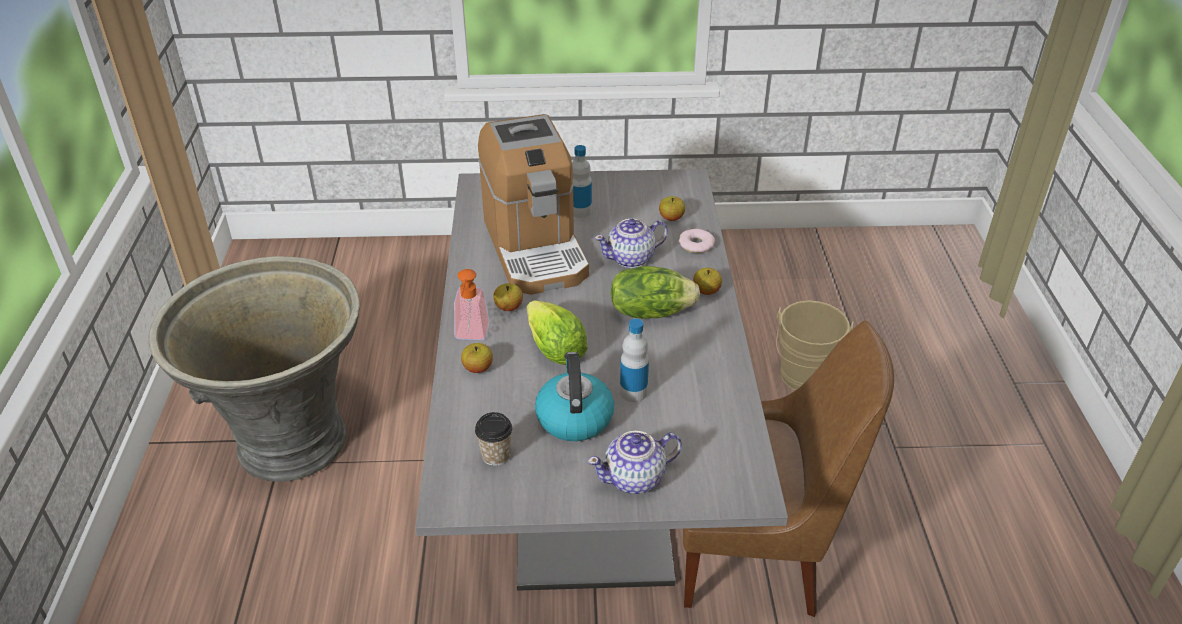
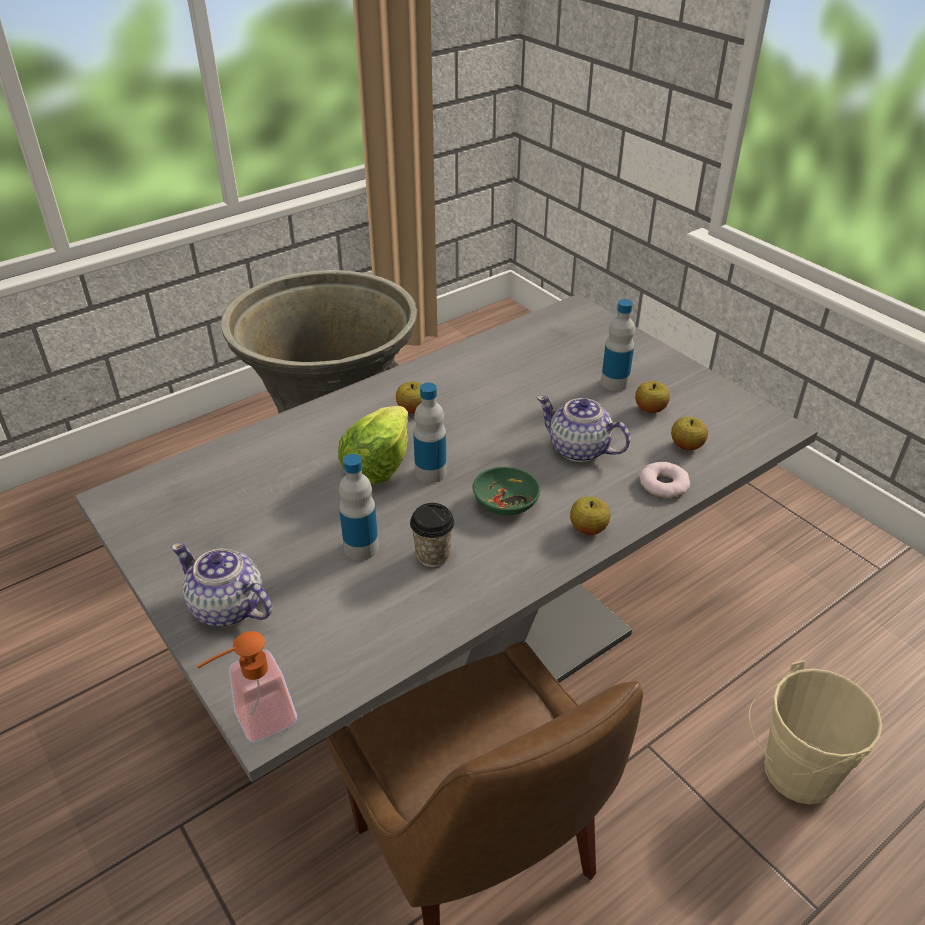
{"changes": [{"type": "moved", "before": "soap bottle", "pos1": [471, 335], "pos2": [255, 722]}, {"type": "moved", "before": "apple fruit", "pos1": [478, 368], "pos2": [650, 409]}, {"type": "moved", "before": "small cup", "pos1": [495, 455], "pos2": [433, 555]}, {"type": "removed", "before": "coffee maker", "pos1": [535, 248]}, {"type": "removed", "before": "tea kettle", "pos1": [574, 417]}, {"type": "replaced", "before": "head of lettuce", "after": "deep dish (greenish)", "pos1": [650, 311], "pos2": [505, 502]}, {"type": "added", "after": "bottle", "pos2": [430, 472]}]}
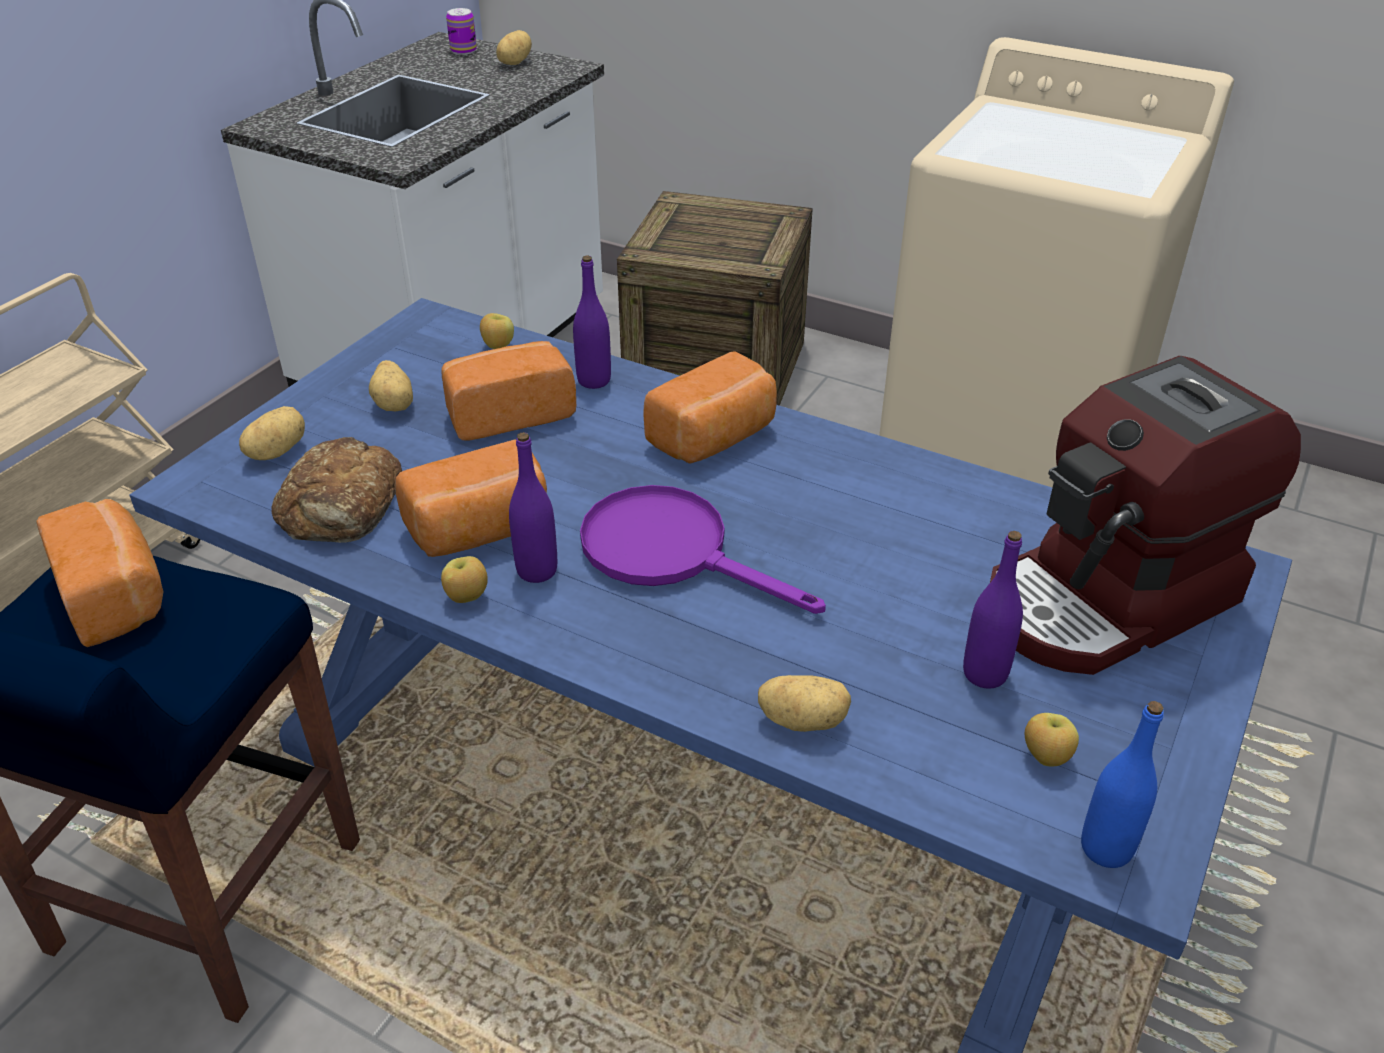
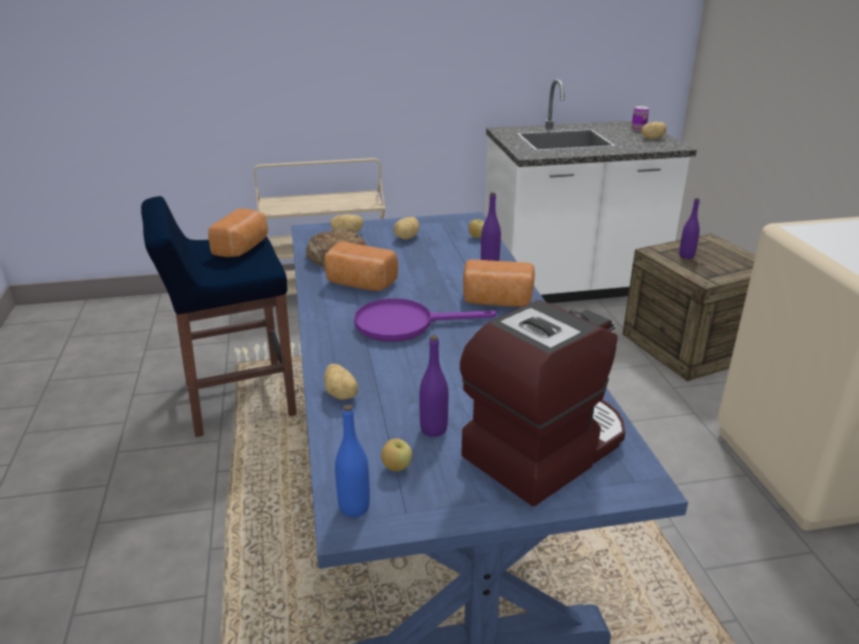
{"changes": [{"type": "removed", "before": "bakery bread", "pos1": [508, 413]}, {"type": "removed", "before": "apple fruit", "pos1": [466, 597]}, {"type": "moved", "before": "bottle (purple-coloured)", "pos1": [537, 570], "pos2": [686, 256]}, {"type": "turned", "before": "pan (purple-coloured)", "pos1": [672, 552], "pos2": [405, 324], "turn": -90}, {"type": "turned", "before": "coffee maker", "pos1": [1110, 601], "pos2": [544, 448], "turn": 120}]}
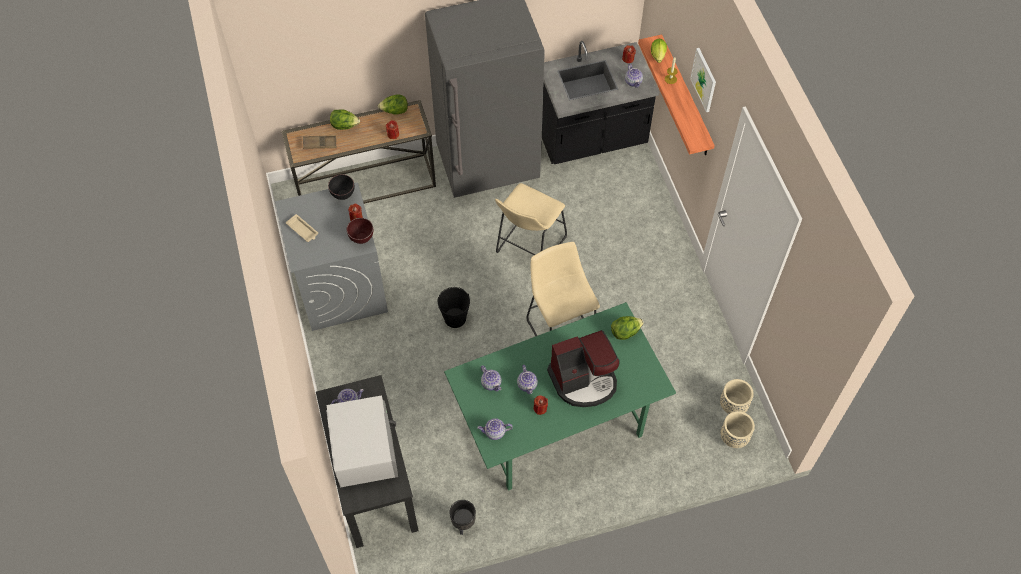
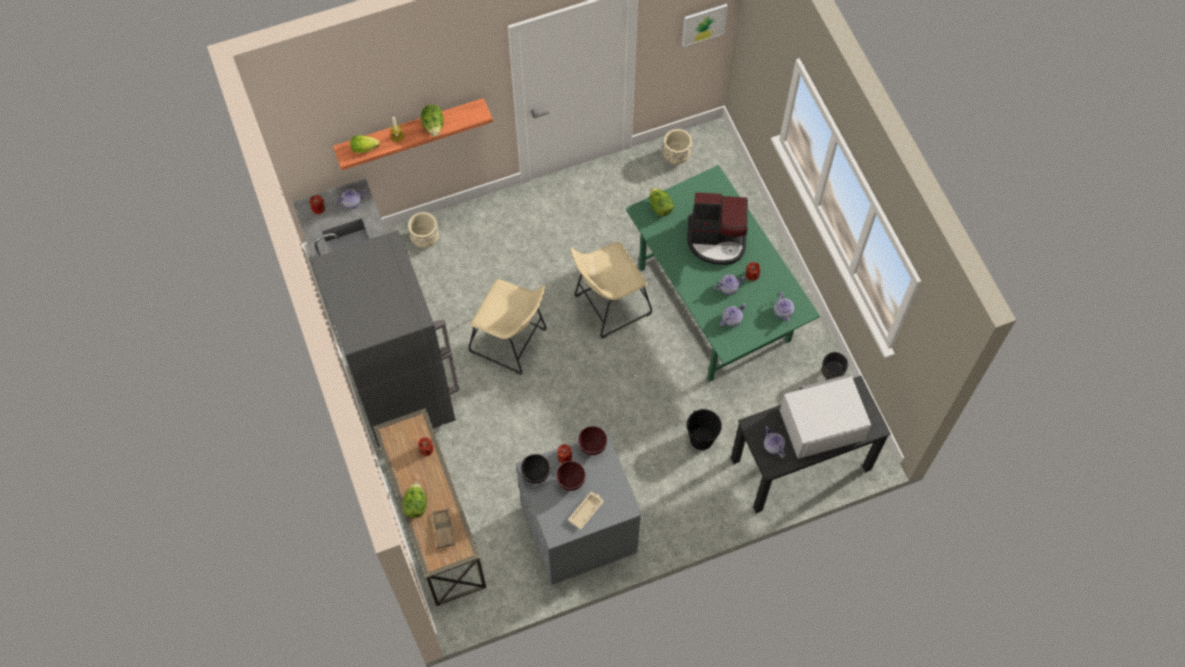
{"changes": [{"type": "moved", "before": "head of lettuce", "pos1": [394, 111], "pos2": [433, 126]}, {"type": "moved", "before": "bucket (black)", "pos1": [455, 318], "pos2": [701, 439]}, {"type": "turned", "before": "coffee maker", "pos1": [584, 380], "pos2": [717, 240], "turn": 120}, {"type": "moved", "before": "wall picture", "pos1": [704, 80], "pos2": [704, 24]}, {"type": "moved", "before": "planter (beige-coloured)", "pos1": [734, 437], "pos2": [425, 239]}, {"type": "added", "after": "deep dish (brown-coloured)", "pos2": [571, 482]}]}
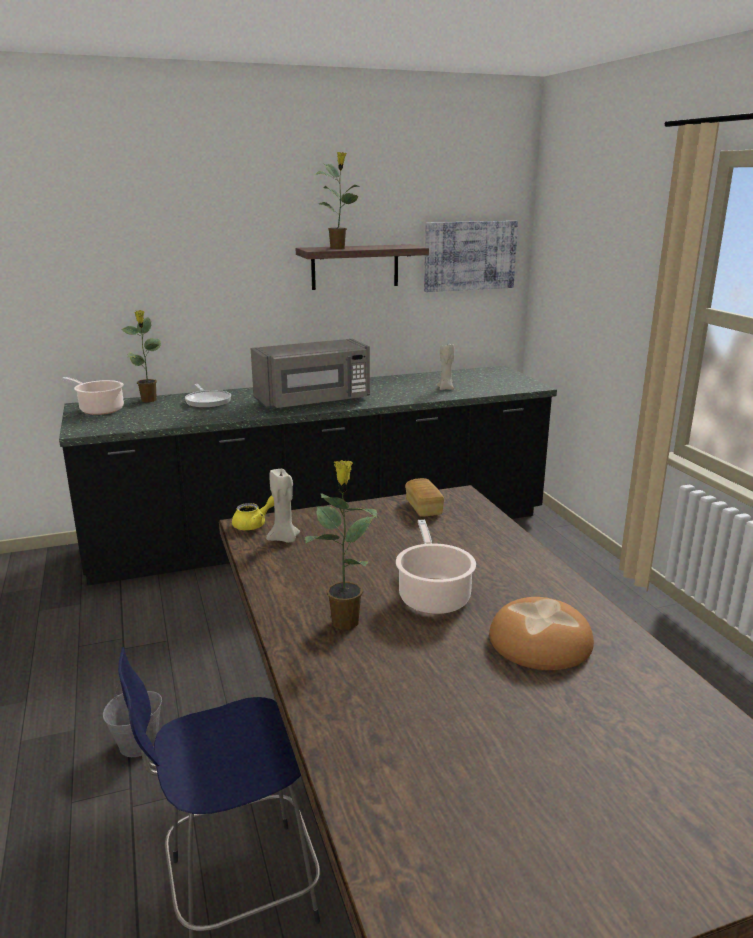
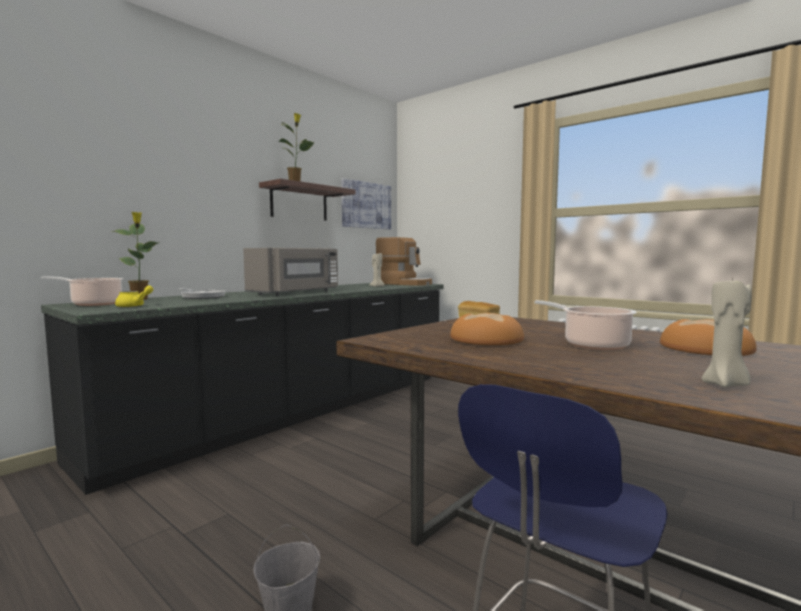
{"changes": [{"type": "moved", "before": "teapot (yellow-coloured)", "pos1": [254, 524], "pos2": [134, 306]}, {"type": "moved", "before": "wax light (beige-coloured)", "pos1": [284, 539], "pos2": [725, 385]}, {"type": "removed", "before": "potted plant", "pos1": [345, 620]}, {"type": "added", "after": "coffee maker", "pos2": [404, 284]}, {"type": "added", "after": "bakery bread", "pos2": [486, 339]}]}
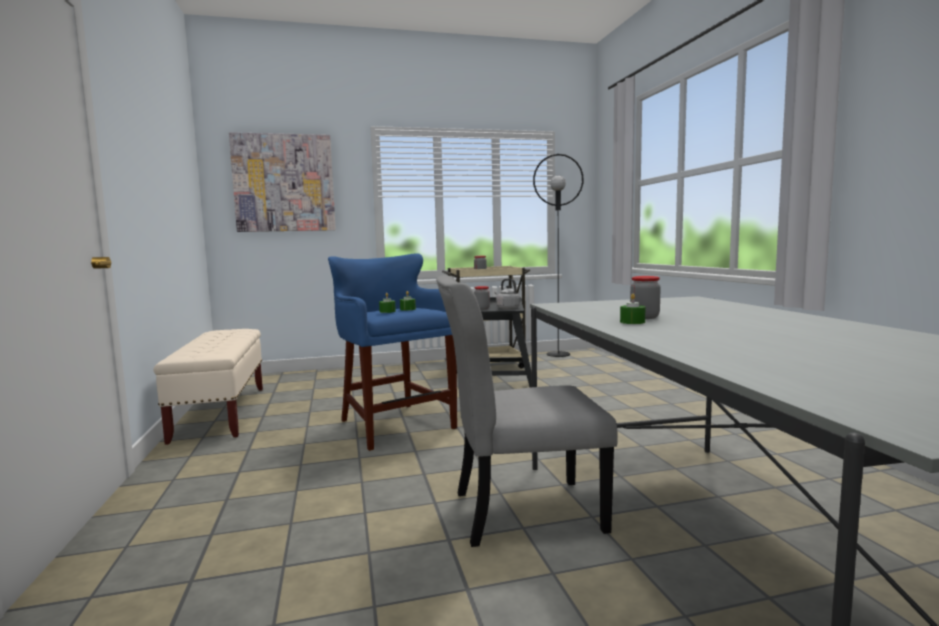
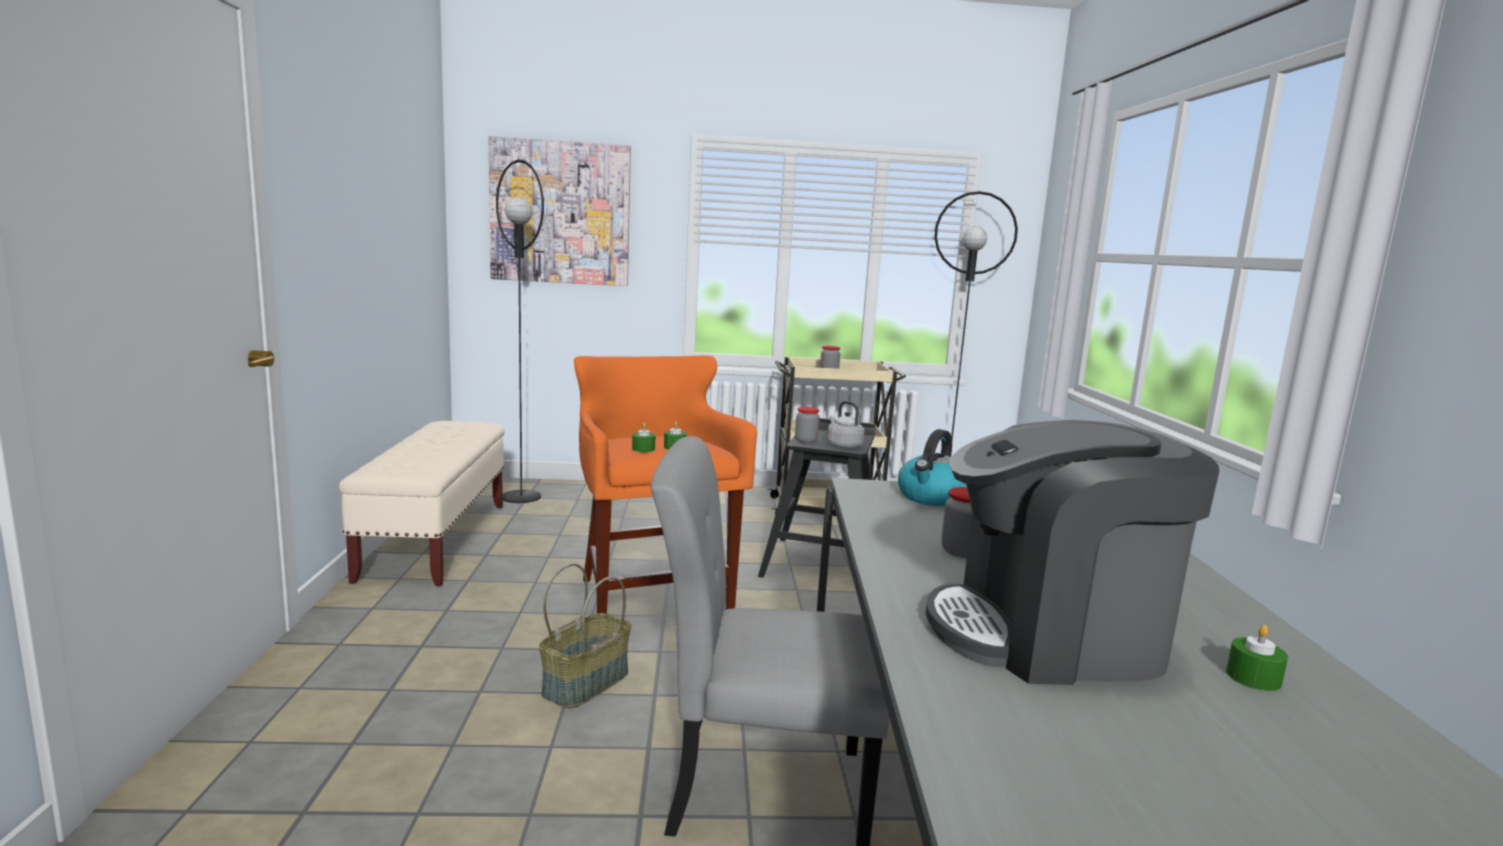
{"changes": [{"type": "recoloured", "before": "sitting stool (blue)", "after": "sitting stool (orangey)", "pos1": [395, 425], "pos2": [651, 601]}, {"type": "moved", "before": "wax light (greenish)", "pos1": [632, 322], "pos2": [1253, 678]}, {"type": "added", "after": "floor lamp (black)", "pos2": [521, 497]}, {"type": "added", "after": "basket", "pos2": [585, 682]}, {"type": "added", "after": "tea kettle", "pos2": [932, 498]}, {"type": "added", "after": "coffee maker", "pos2": [1050, 635]}]}
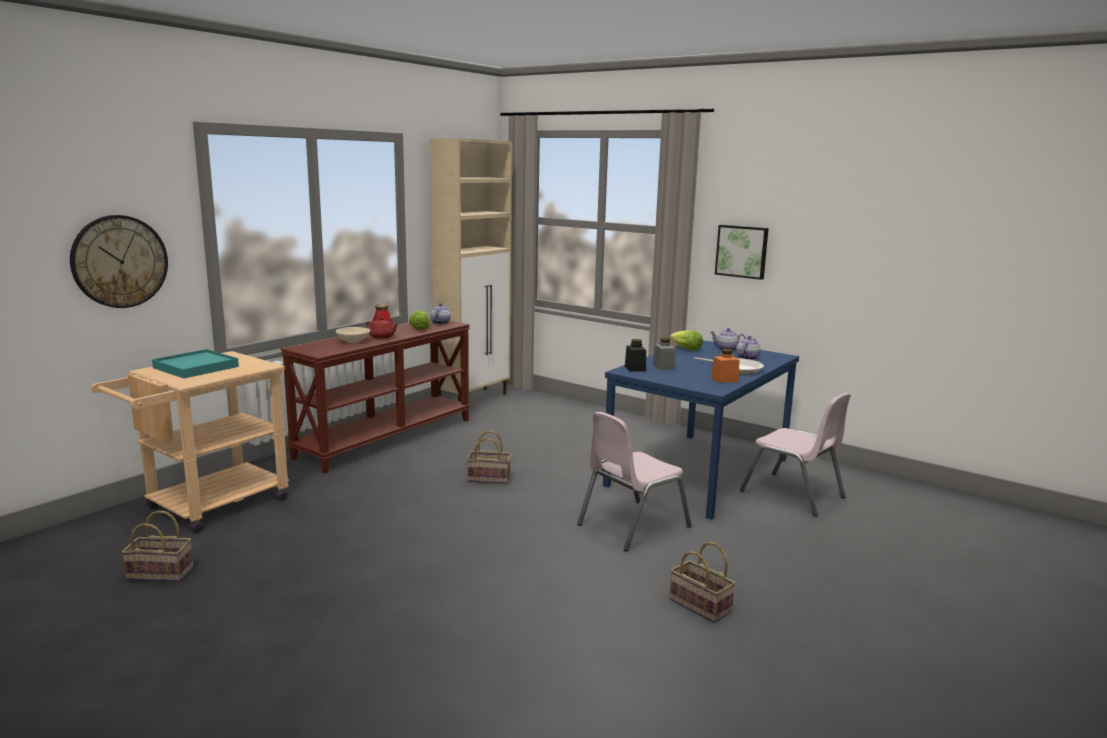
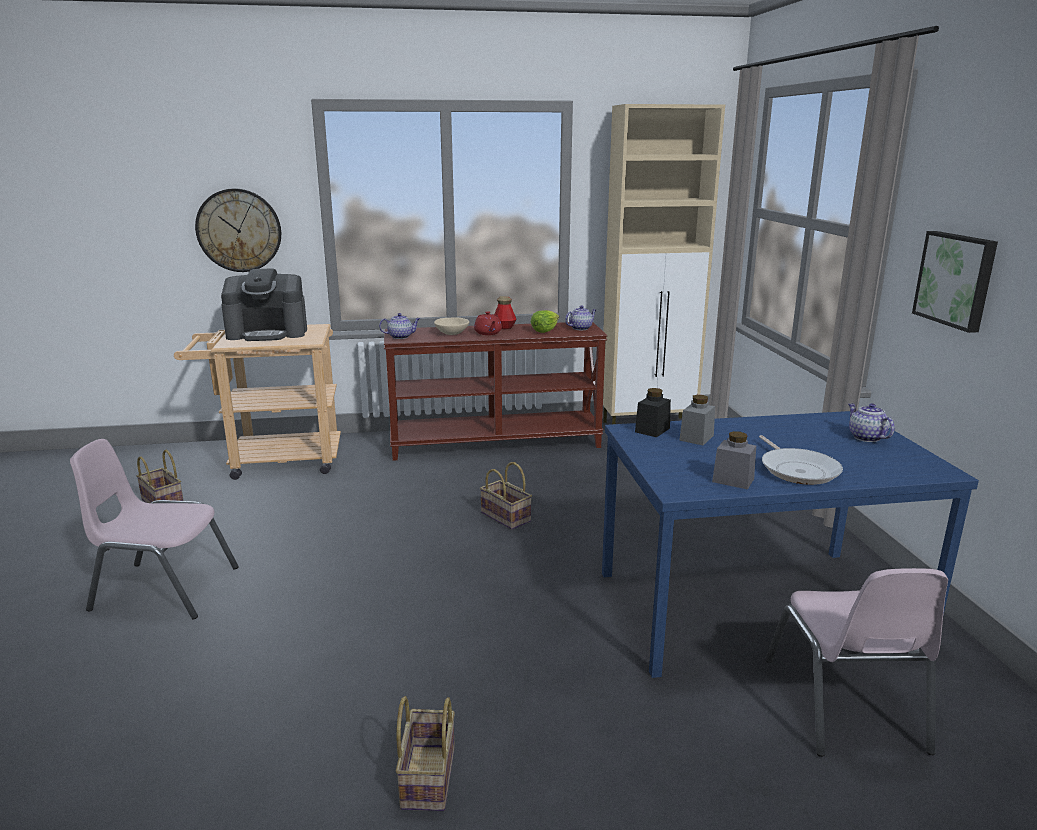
{"changes": [{"type": "replaced", "before": "carrying tray (turquoise)", "after": "coffee maker", "pos1": [196, 367], "pos2": [268, 333]}, {"type": "moved", "before": "upright chair (pink-coloured)", "pos1": [632, 525], "pos2": [164, 589]}, {"type": "removed", "before": "head of lettuce", "pos1": [685, 349]}, {"type": "recoloured", "before": "jar (orangey)", "after": "jar (gray)", "pos1": [724, 380], "pos2": [733, 480]}, {"type": "moved", "before": "teapot", "pos1": [747, 358], "pos2": [401, 337]}]}
